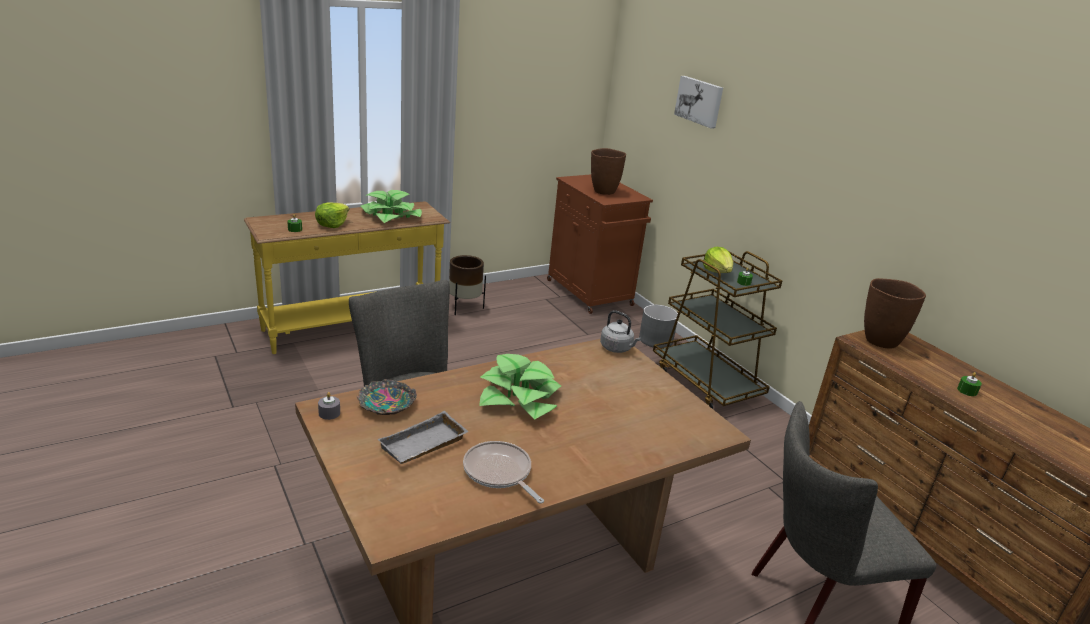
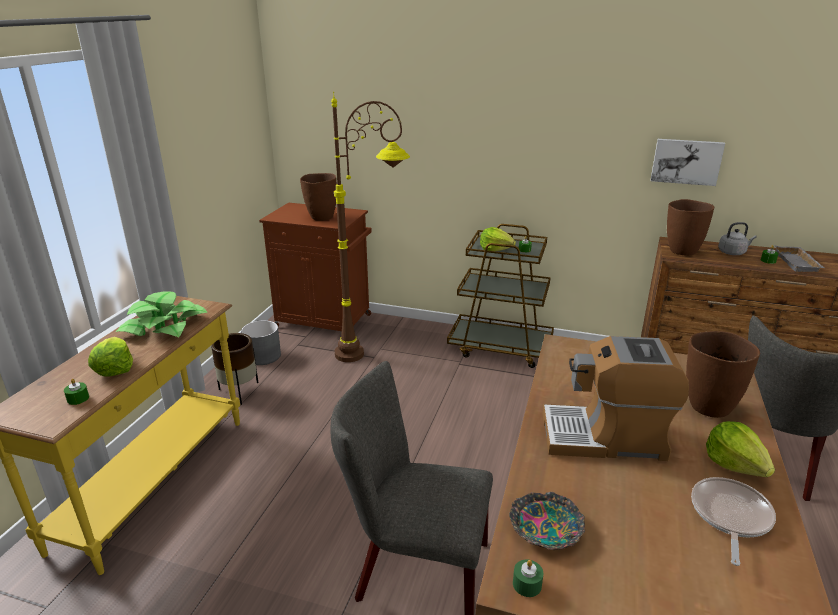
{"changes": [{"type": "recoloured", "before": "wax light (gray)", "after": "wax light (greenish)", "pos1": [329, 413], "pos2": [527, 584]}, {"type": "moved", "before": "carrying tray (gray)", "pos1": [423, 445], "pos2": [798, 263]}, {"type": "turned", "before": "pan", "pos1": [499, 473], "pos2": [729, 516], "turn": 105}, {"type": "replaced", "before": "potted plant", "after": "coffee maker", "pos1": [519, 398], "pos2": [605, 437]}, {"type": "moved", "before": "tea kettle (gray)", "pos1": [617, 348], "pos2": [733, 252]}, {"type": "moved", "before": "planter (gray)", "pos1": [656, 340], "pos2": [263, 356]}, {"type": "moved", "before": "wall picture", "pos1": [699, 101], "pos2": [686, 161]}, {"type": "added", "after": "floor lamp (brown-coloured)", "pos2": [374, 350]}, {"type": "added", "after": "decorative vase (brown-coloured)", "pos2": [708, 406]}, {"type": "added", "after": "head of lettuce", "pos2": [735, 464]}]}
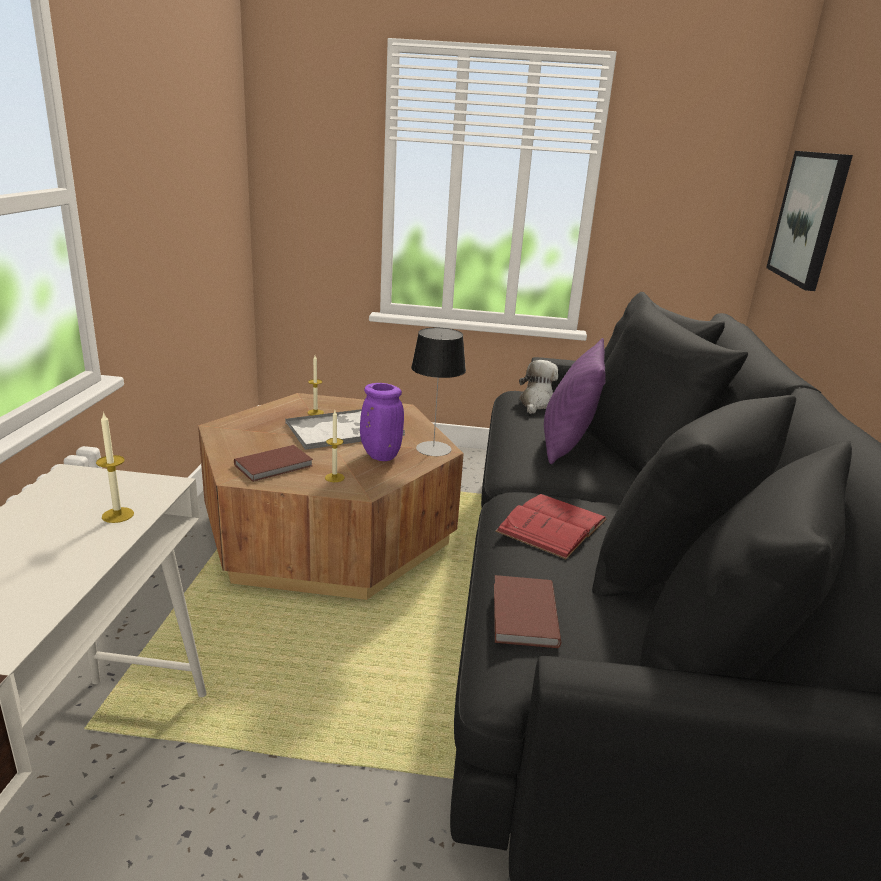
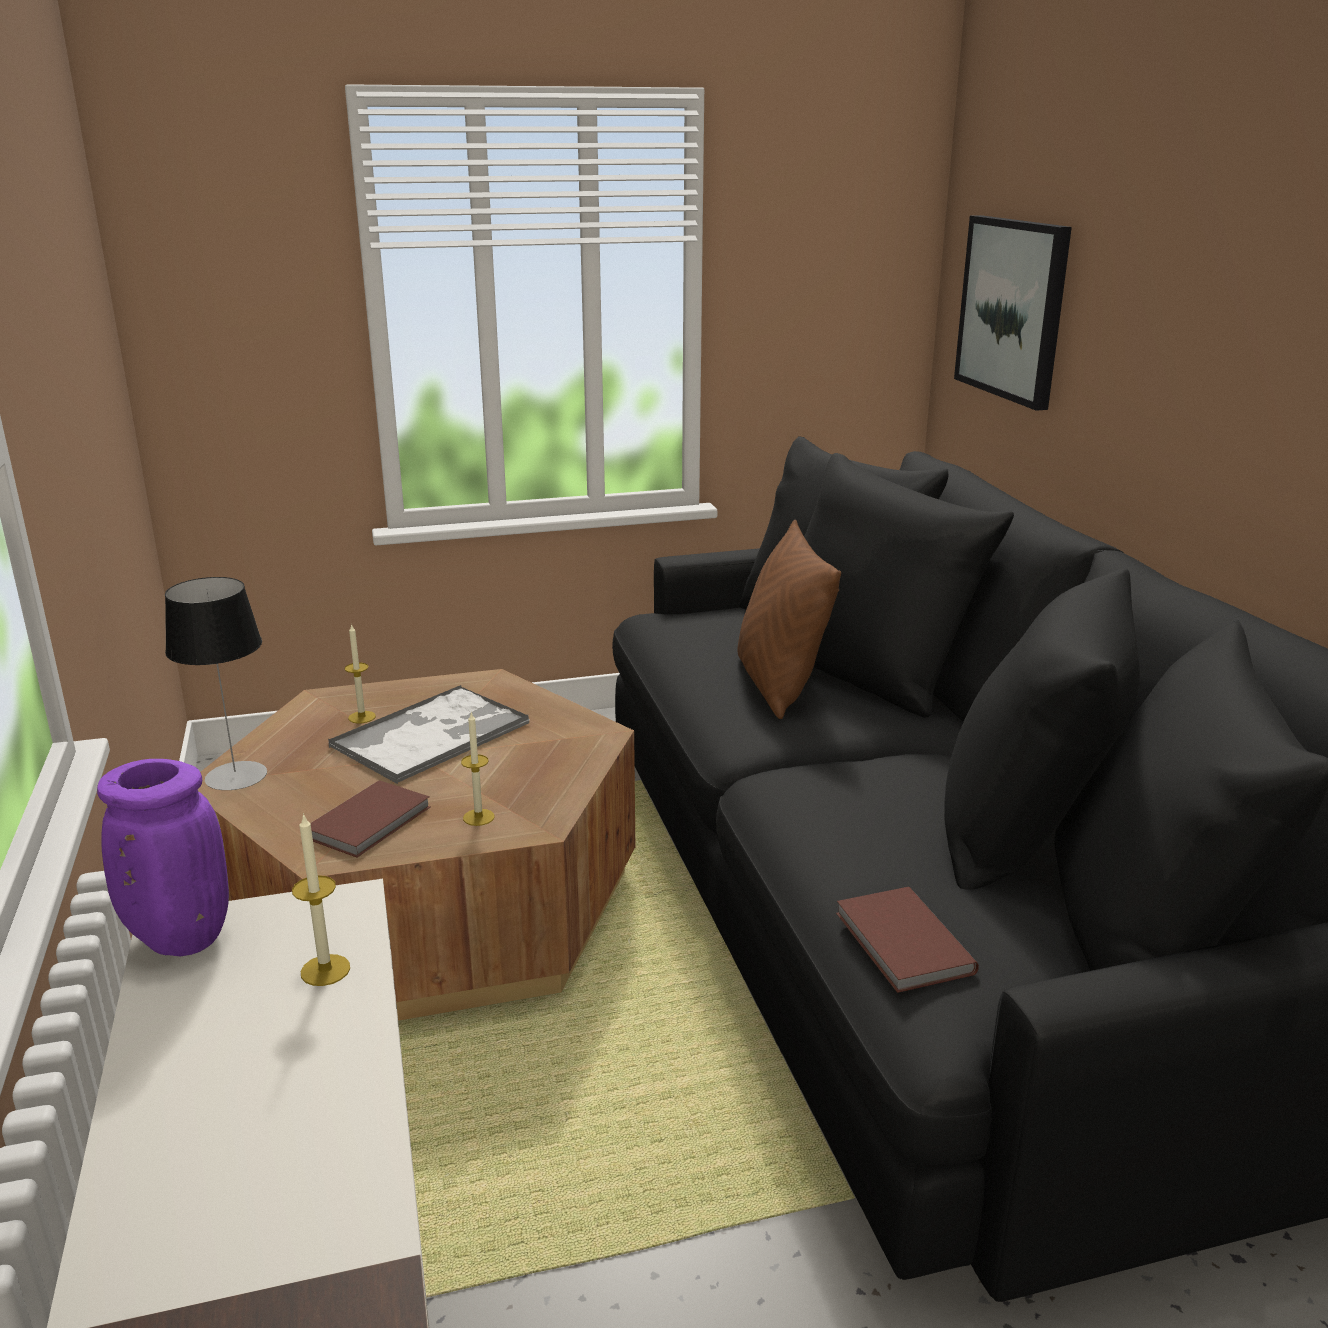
{"changes": [{"type": "moved", "before": "decorative vase (purple-coloured)", "pos1": [379, 456], "pos2": [177, 939]}, {"type": "moved", "before": "lamp for a table", "pos1": [433, 449], "pos2": [235, 776]}, {"type": "removed", "before": "book (red)", "pos1": [552, 525]}, {"type": "removed", "before": "plush toy", "pos1": [536, 403]}, {"type": "recoloured", "before": "throw pillow (purple-coloured)", "after": "throw pillow (brown-coloured)", "pos1": [566, 446], "pos2": [778, 686]}]}
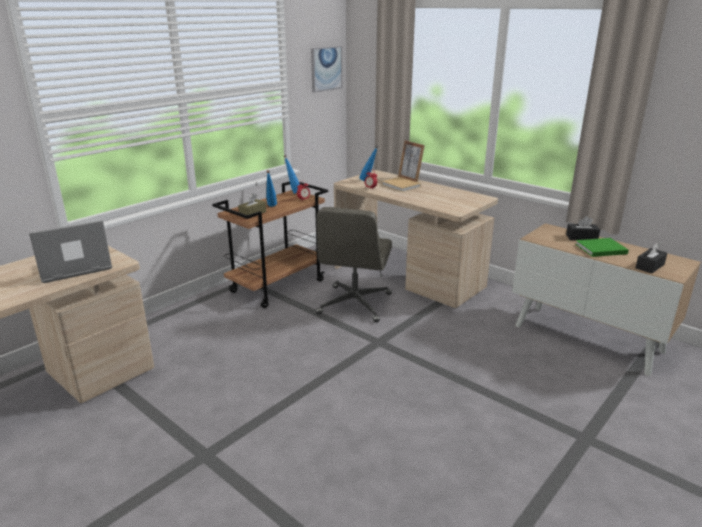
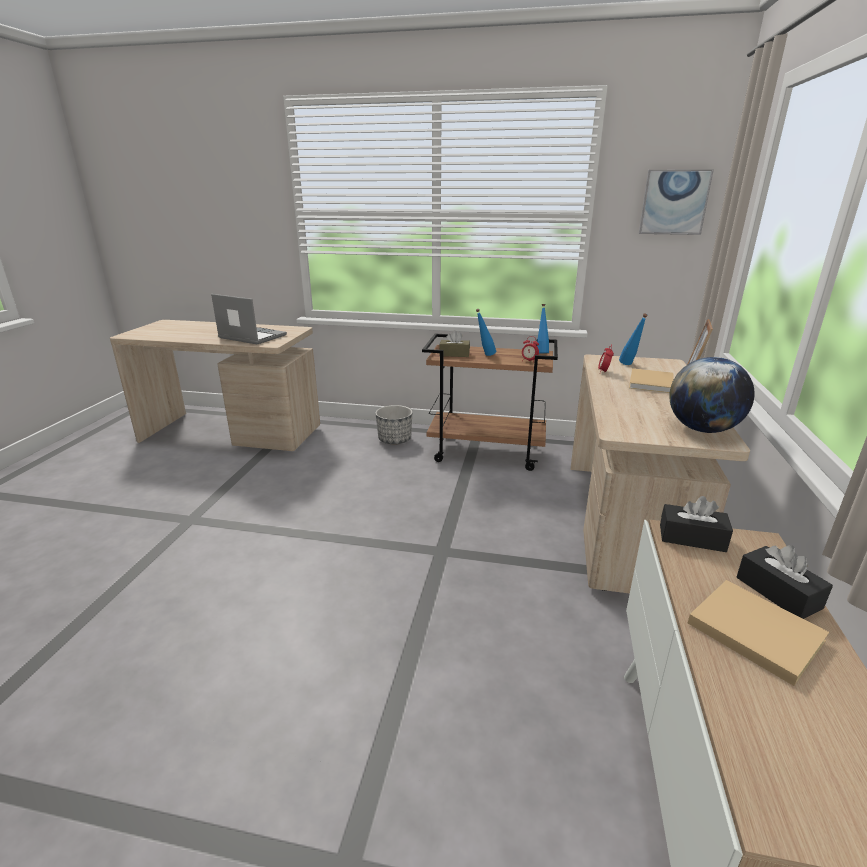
{"changes": [{"type": "removed", "before": "office chair (gray)", "pos1": [354, 304]}, {"type": "recoloured", "before": "book (greenish)", "after": "book (beige-coloured)", "pos1": [599, 249], "pos2": [751, 630]}, {"type": "moved", "before": "tissue box (black)", "pos1": [649, 266], "pos2": [692, 538]}, {"type": "added", "after": "planter", "pos2": [395, 440]}, {"type": "added", "after": "globe", "pos2": [702, 429]}]}
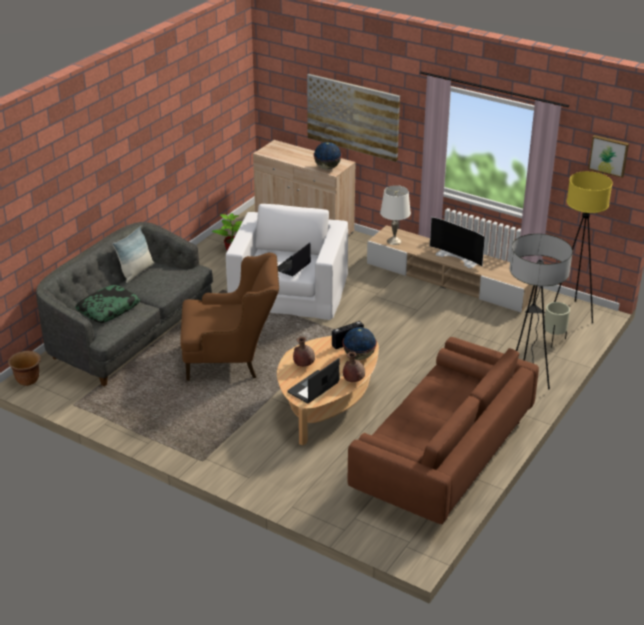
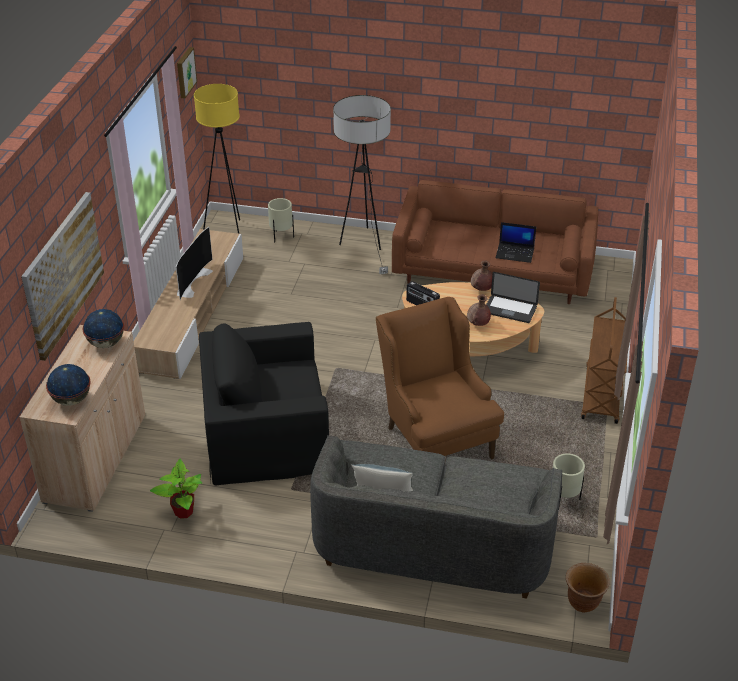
{"changes": [{"type": "removed", "before": "throw pillow", "pos1": [108, 309]}, {"type": "recoloured", "before": "armchair (whitish)", "after": "armchair (black)", "pos1": [289, 290], "pos2": [265, 430]}, {"type": "moved", "before": "laptop", "pos1": [292, 267], "pos2": [515, 253]}, {"type": "moved", "before": "globe", "pos1": [359, 356], "pos2": [71, 400]}, {"type": "removed", "before": "lamp for a table (whitish)", "pos1": [394, 241]}, {"type": "added", "after": "planter (beige-coloured)", "pos2": [563, 500]}, {"type": "added", "after": "trolley (brown-coloured)", "pos2": [602, 395]}]}
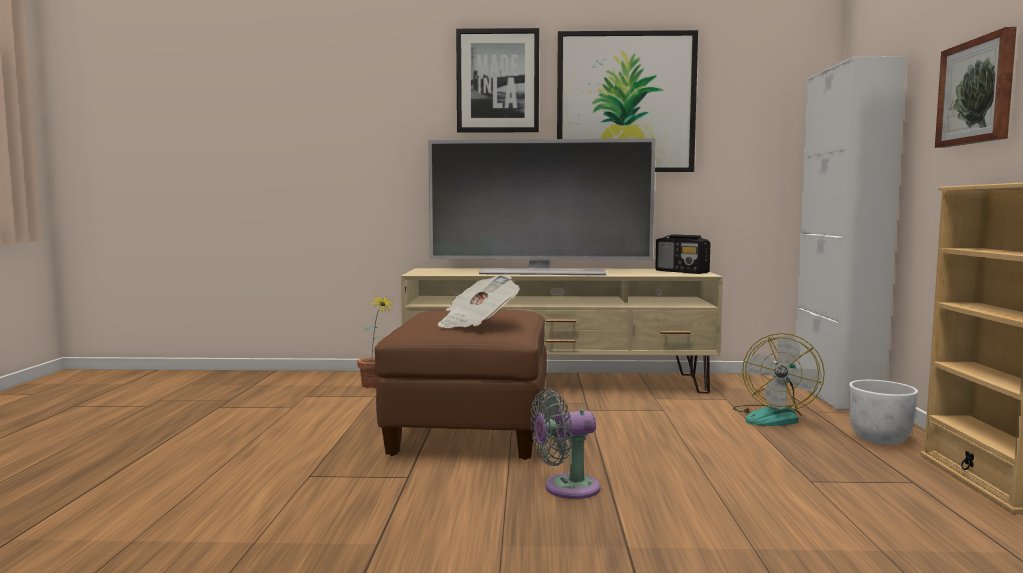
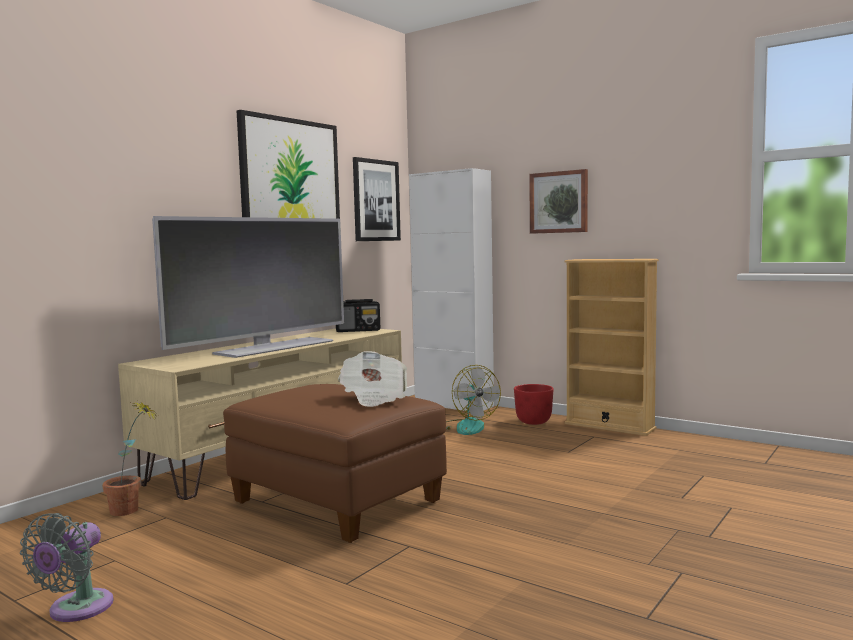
{"changes": [{"type": "moved", "before": "wall picture", "pos1": [497, 81], "pos2": [376, 200]}, {"type": "moved", "before": "electric fan (gray)", "pos1": [566, 488], "pos2": [76, 610]}, {"type": "recoloured", "before": "planter (whitish)", "after": "planter (red)", "pos1": [880, 439], "pos2": [534, 422]}]}
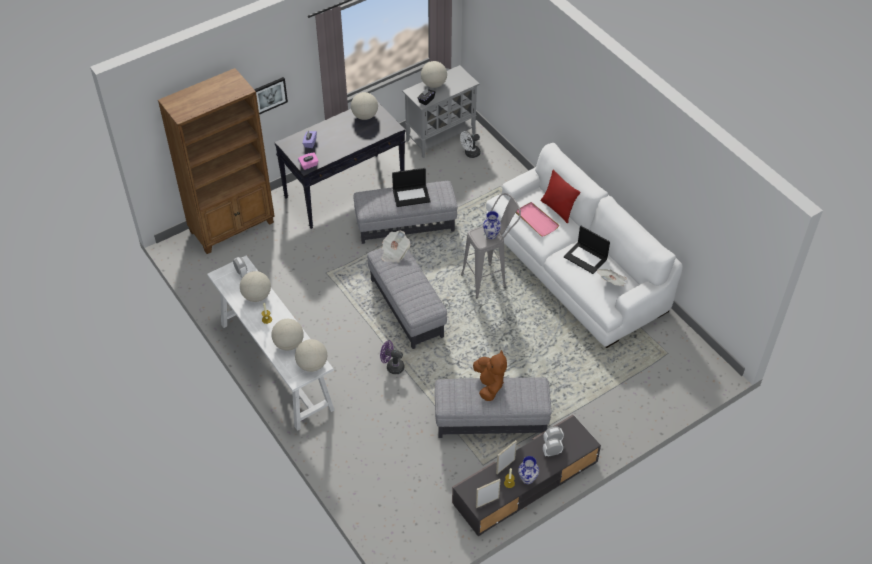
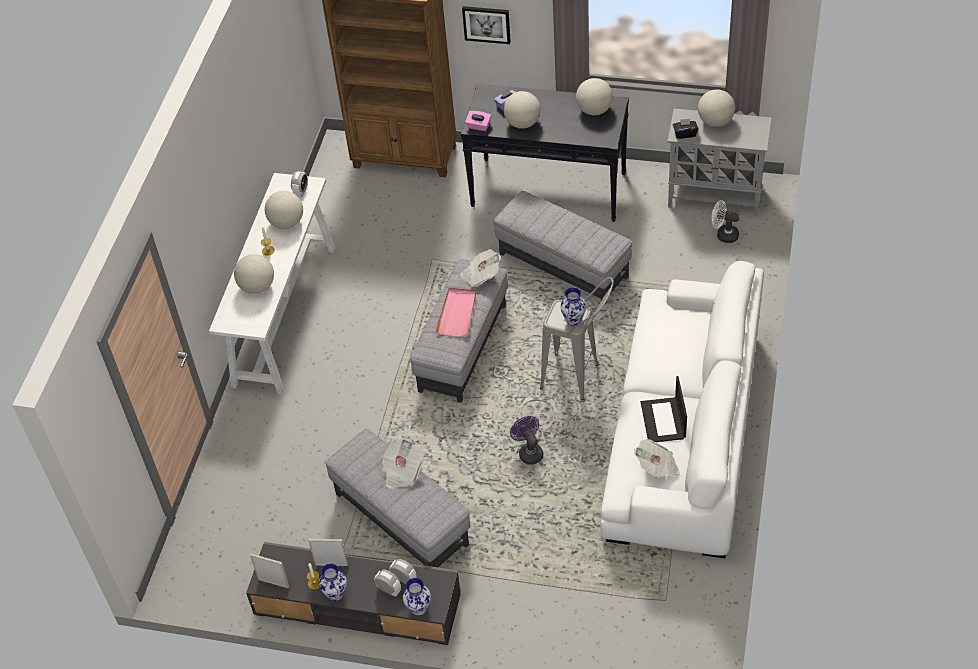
{"changes": [{"type": "moved", "before": "globe", "pos1": [312, 365], "pos2": [522, 123]}, {"type": "moved", "before": "electric fan (purple-coloured)", "pos1": [392, 366], "pos2": [529, 452]}, {"type": "removed", "before": "laptop", "pos1": [411, 195]}, {"type": "replaced", "before": "plush toy (brown-coloured)", "after": "printed paper", "pos1": [489, 385], "pos2": [402, 472]}, {"type": "moved", "before": "carrying tray (pink-coloured)", "pos1": [536, 220], "pos2": [457, 313]}, {"type": "removed", "before": "throw pillow (red)", "pos1": [558, 209]}, {"type": "added", "after": "decorative vase", "pos2": [418, 608]}]}
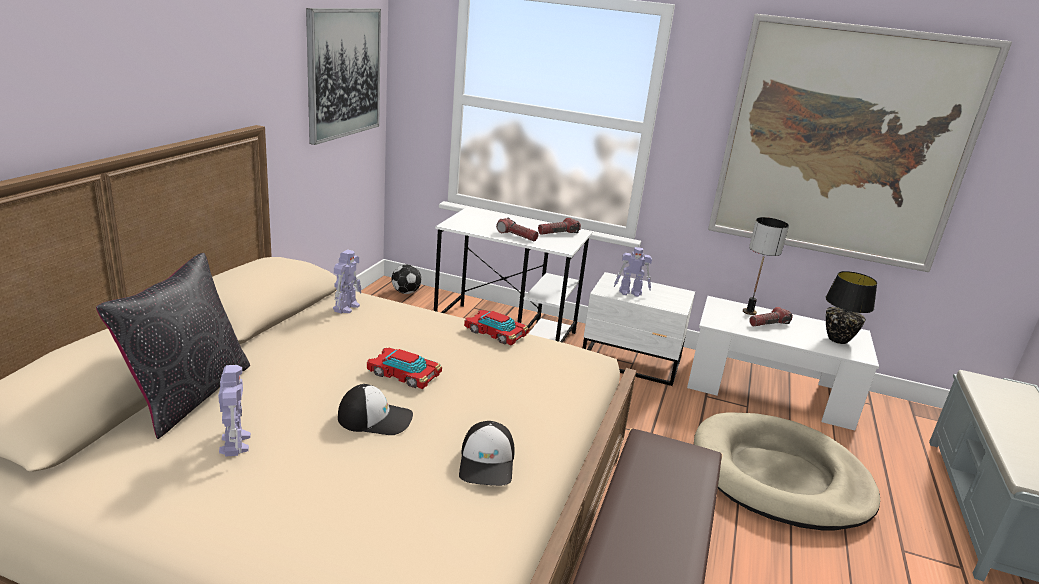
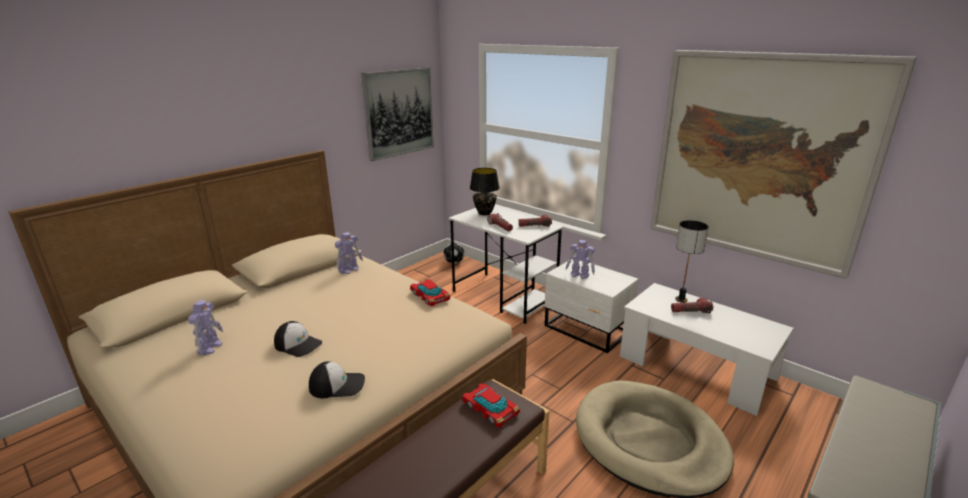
{"changes": [{"type": "removed", "before": "throw pillow (black)", "pos1": [188, 395]}, {"type": "moved", "before": "model car", "pos1": [404, 373], "pos2": [490, 409]}, {"type": "turned", "before": "peaked cap", "pos1": [487, 463], "pos2": [337, 385], "turn": -120}, {"type": "moved", "before": "lamp for a table (black)", "pos1": [837, 339], "pos2": [484, 213]}]}
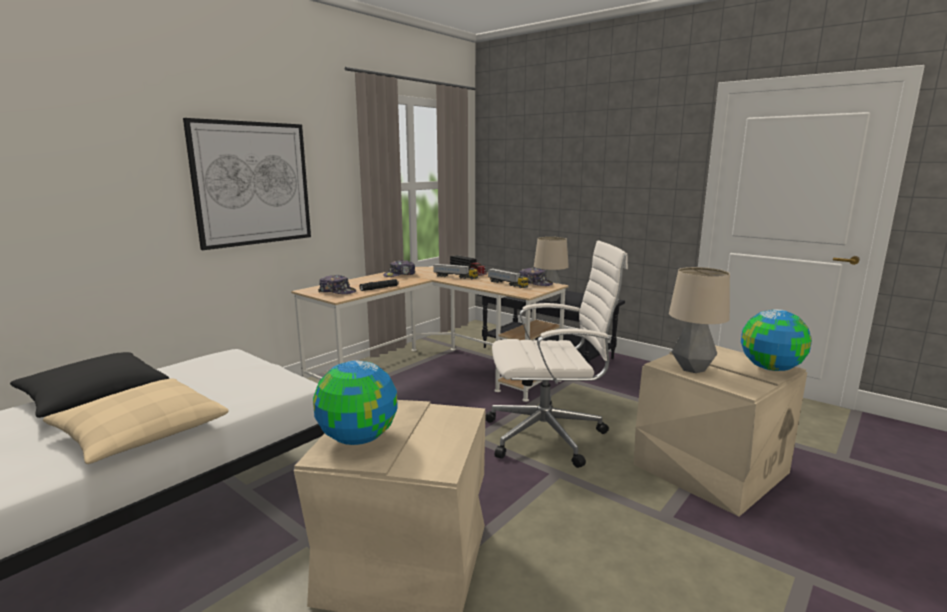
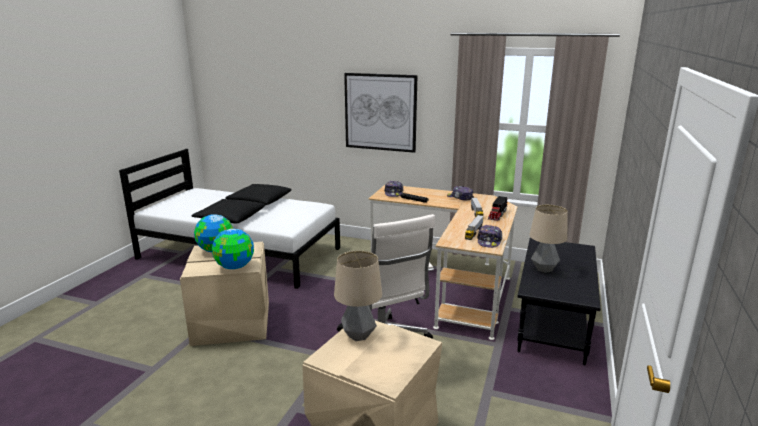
{"changes": [{"type": "recoloured", "before": "throw pillow (beige-coloured)", "after": "throw pillow (black)", "pos1": [140, 433], "pos2": [230, 217]}, {"type": "moved", "before": "globe", "pos1": [771, 368], "pos2": [235, 267]}]}
